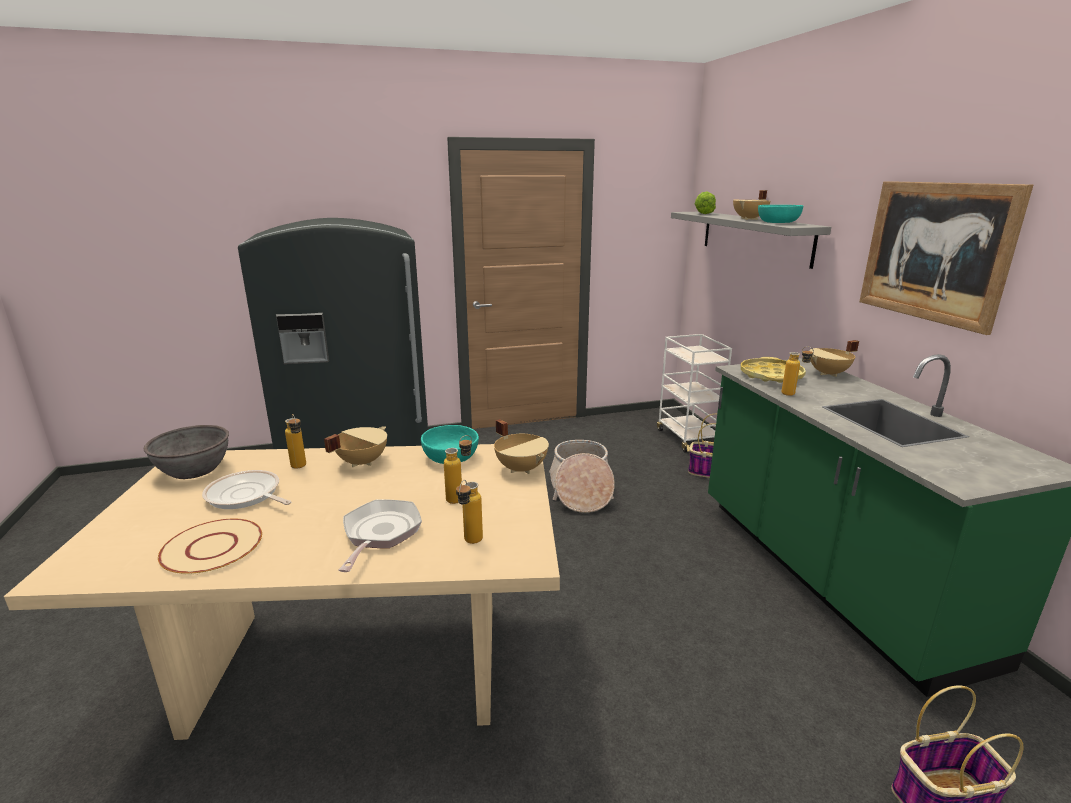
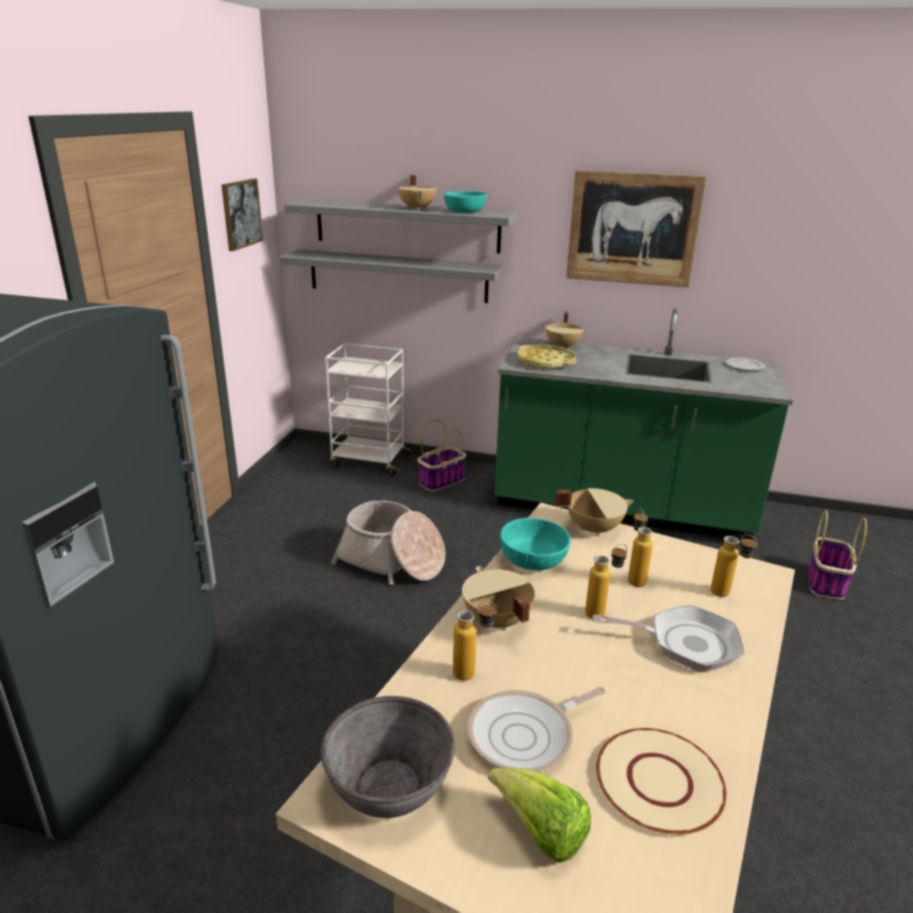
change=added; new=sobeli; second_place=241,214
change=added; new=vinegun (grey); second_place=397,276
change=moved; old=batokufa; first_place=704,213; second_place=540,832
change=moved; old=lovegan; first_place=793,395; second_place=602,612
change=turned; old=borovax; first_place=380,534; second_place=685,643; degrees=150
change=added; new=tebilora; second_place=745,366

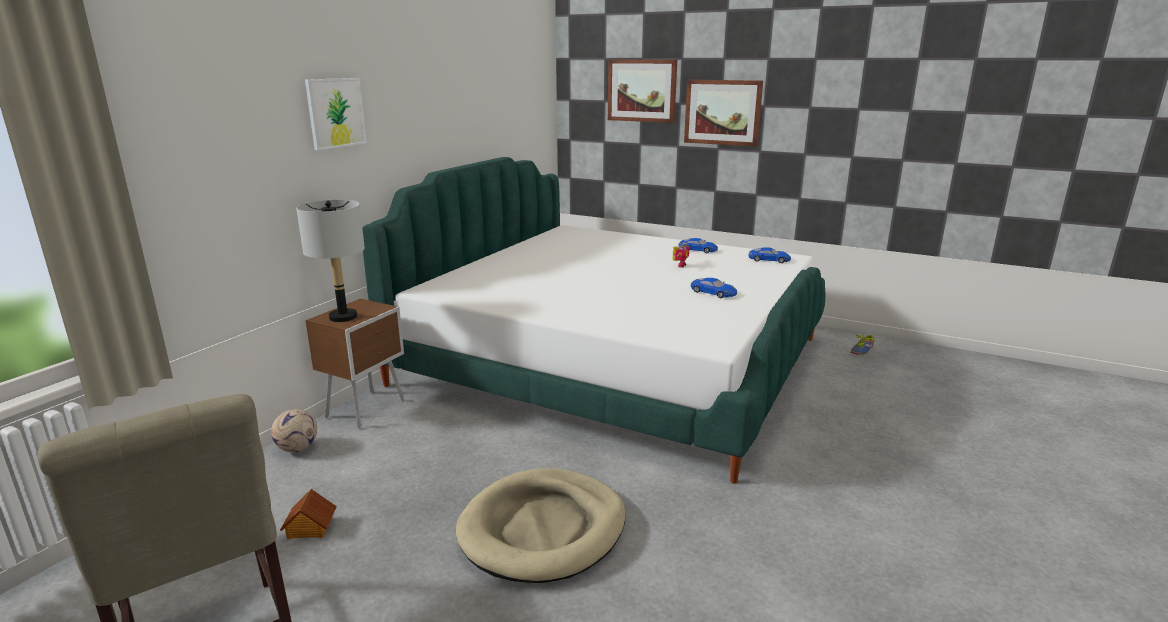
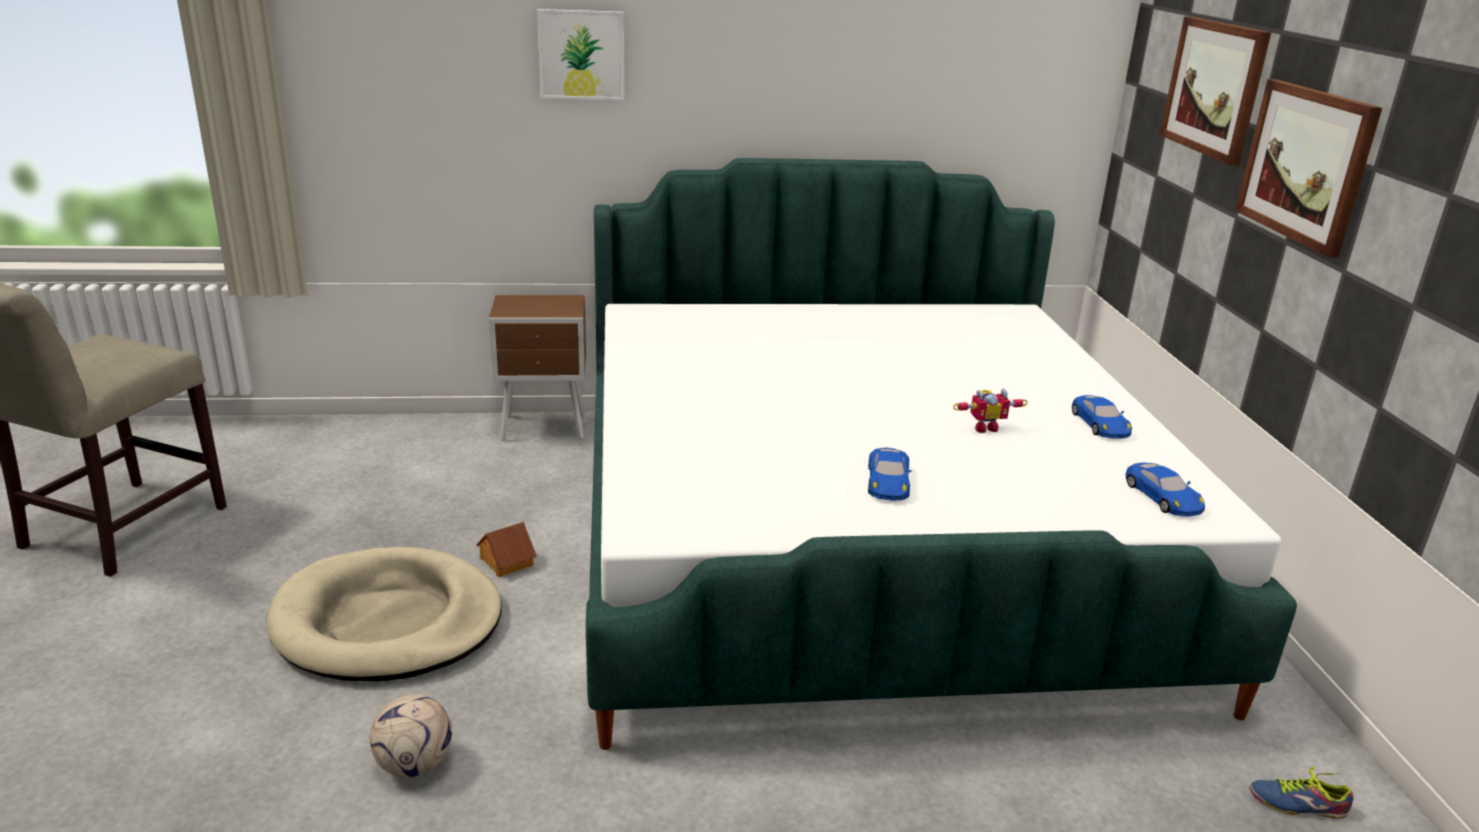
change=moved; old=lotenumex; first_place=297,448; second_place=415,764
change=moved; old=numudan; first_place=309,528; second_place=506,562
change=removed; old=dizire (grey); first_place=343,317

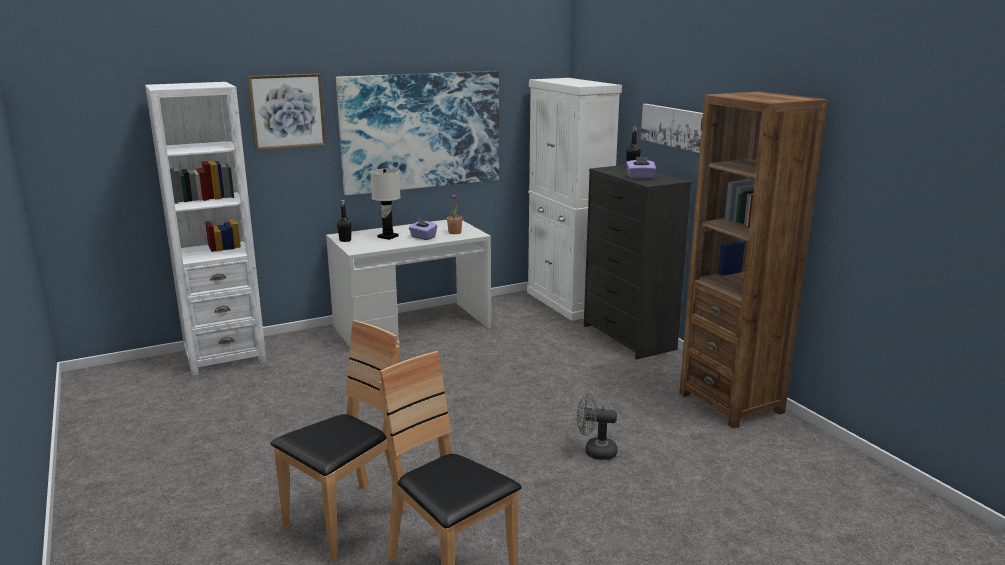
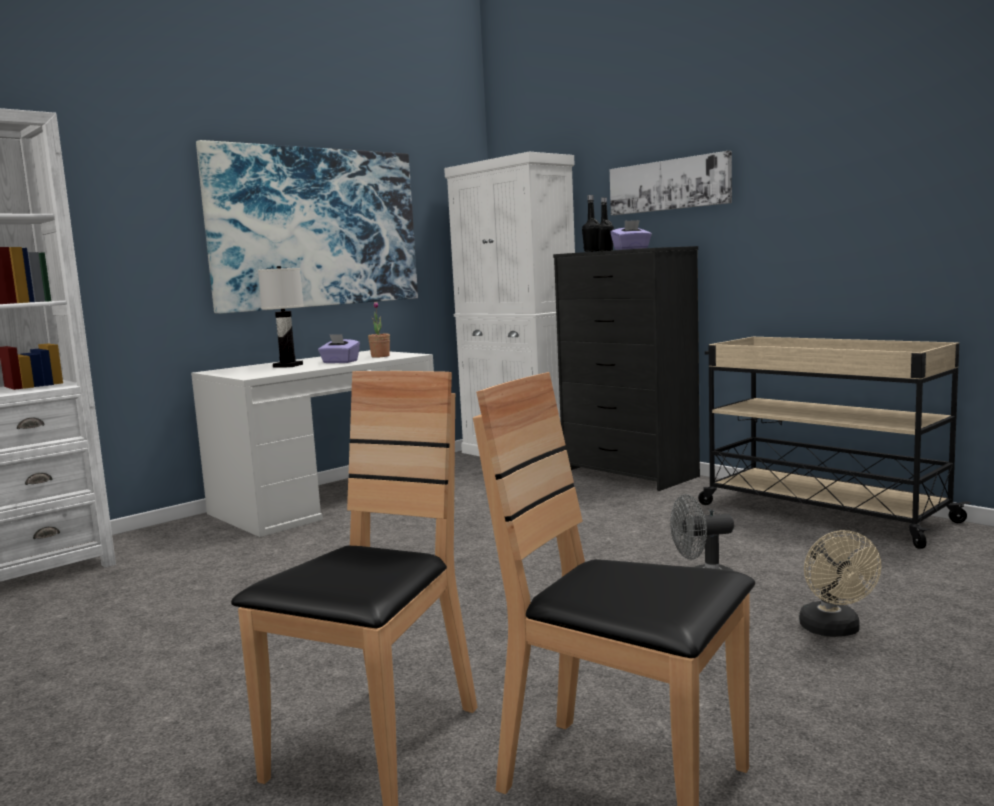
change=moved; old=lovegan (black); first_place=345,240; second_place=592,251
change=replaced; old=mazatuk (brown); new=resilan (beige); first_place=731,403; second_place=820,512
change=added; new=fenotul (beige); second_place=834,630
change=removed; old=sobeli; first_place=287,111

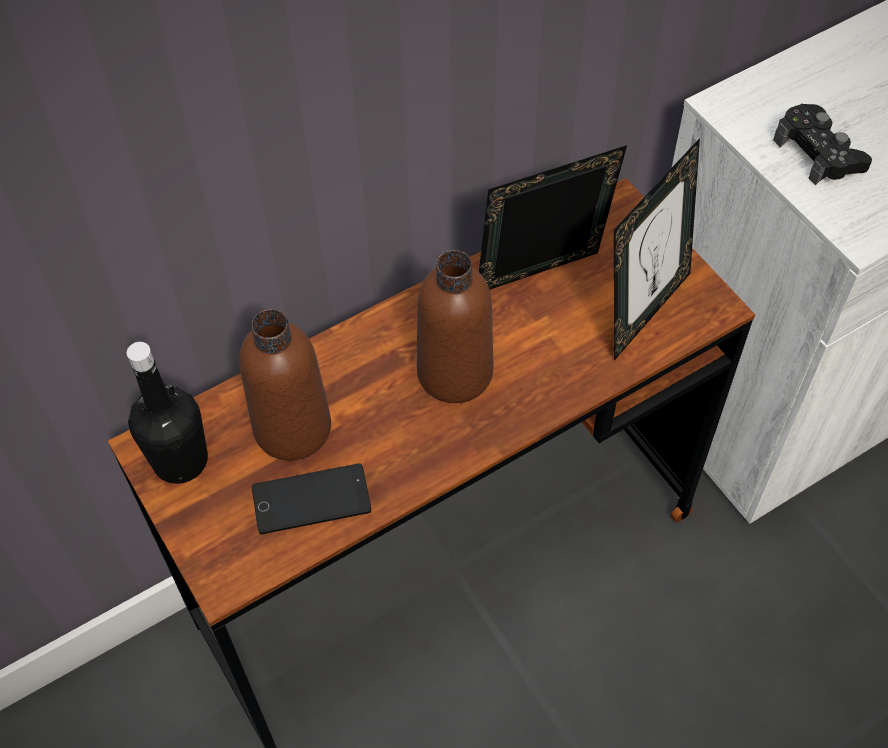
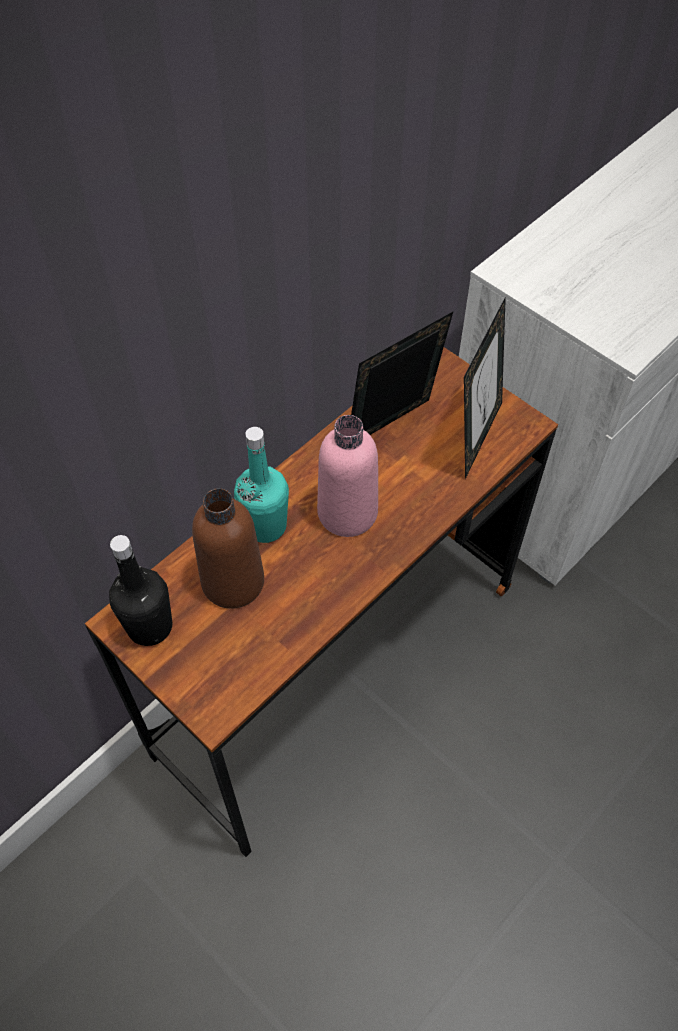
change=added; new=lovegan (turquoise); second_place=265,526
change=recoloured; old=lovegan (brown); new=lovegan (pink); first_place=455,372; second_place=347,512
change=removed; old=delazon; first_place=311,499
change=removed; old=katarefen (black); first_place=818,153

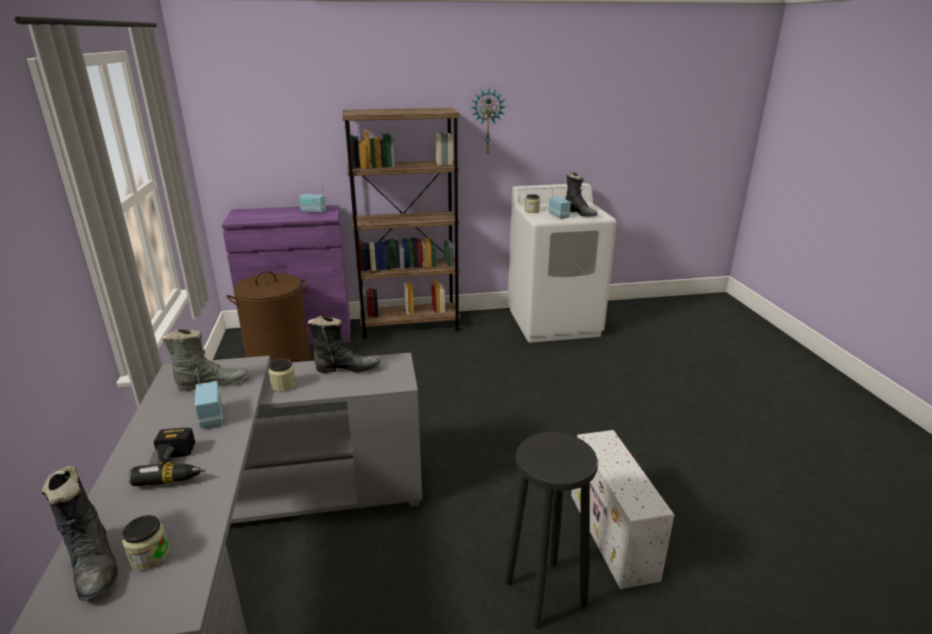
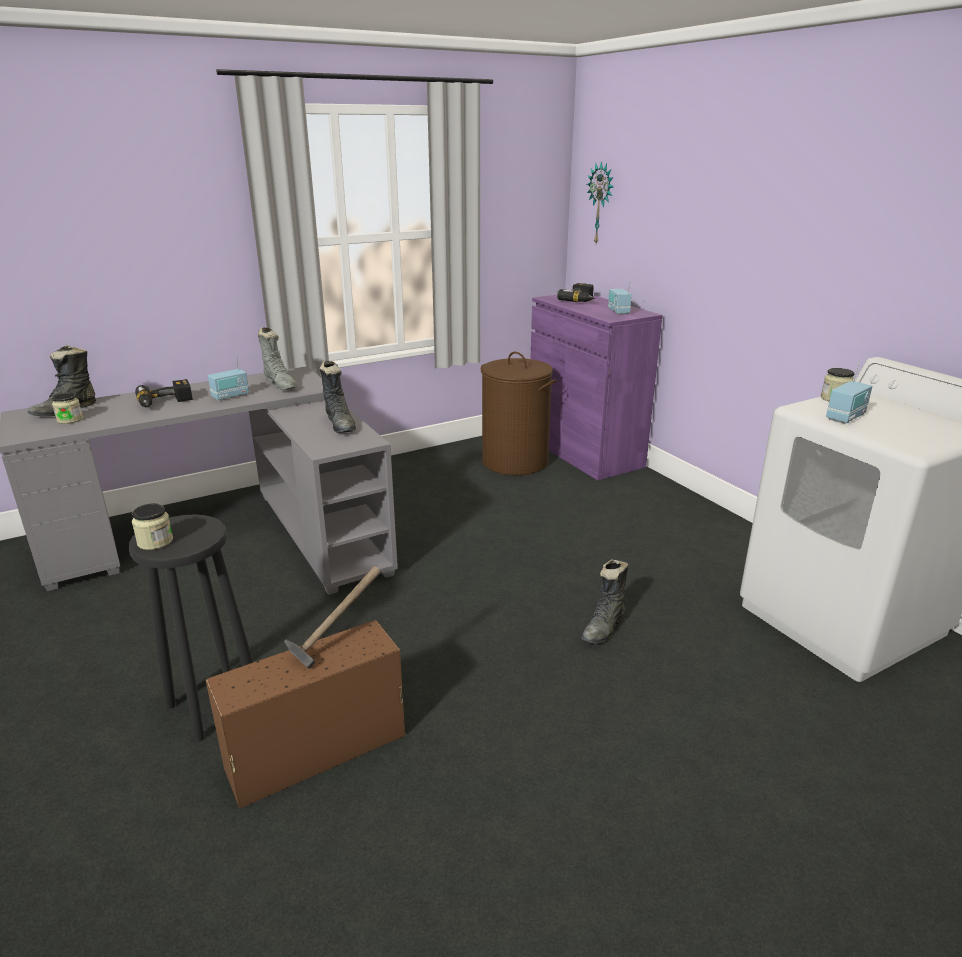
change=moved; old=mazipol; first_place=283,385; second_place=155,541
change=recoloured; old=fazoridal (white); new=fazoridal (brown); first_place=613,536; second_place=314,753
change=added; new=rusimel; second_place=335,644
change=added; new=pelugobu; second_place=581,300
change=moved; old=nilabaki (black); first_place=580,213; second_place=604,628
change=moved; old=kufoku; first_place=487,122; second_place=601,204
change=removed; old=mazatuk (brown); first_place=409,325

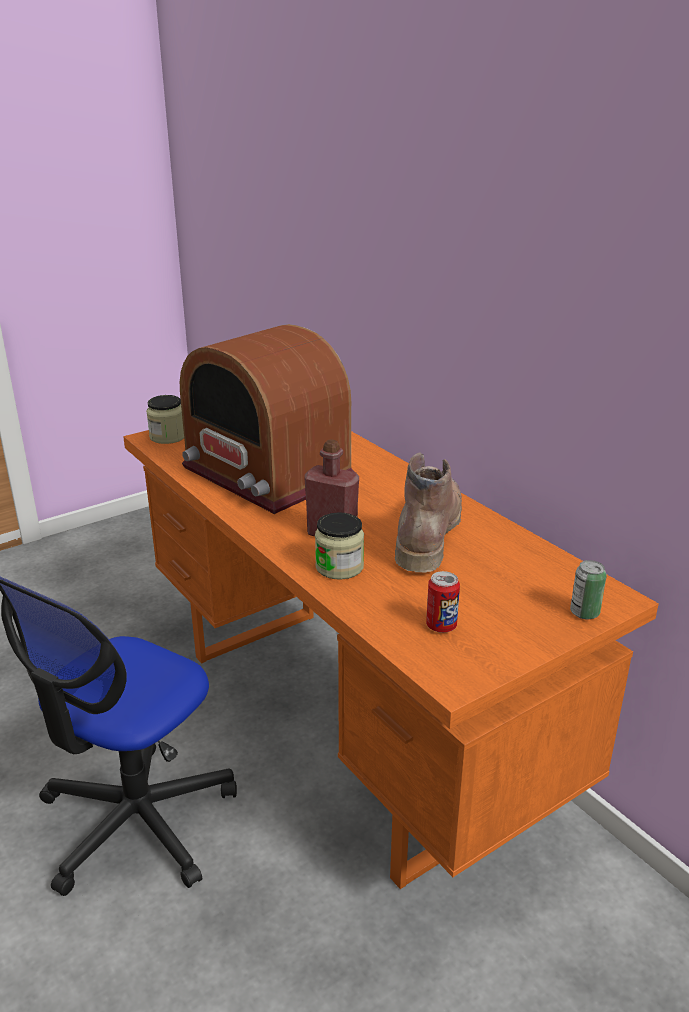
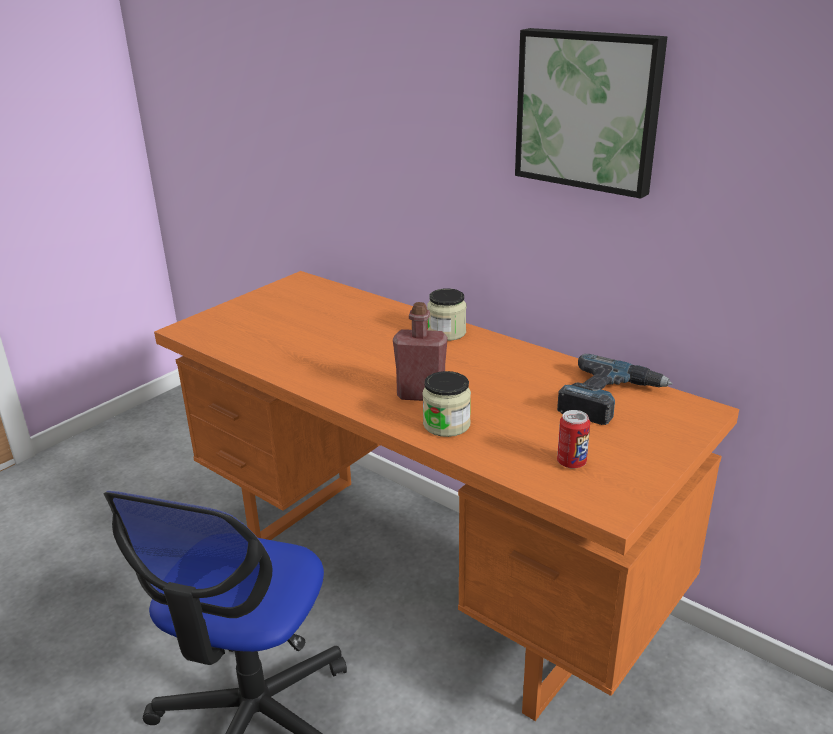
change=moved; old=mazipol; first_place=168,437; second_place=446,332
change=added; new=sobeli; second_place=589,110
change=added; new=pelugobu; second_place=609,399
change=removed; old=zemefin; first_place=267,473
change=removed; old=nilabaki (brown); first_place=427,531
change=removed; old=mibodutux; first_place=584,613

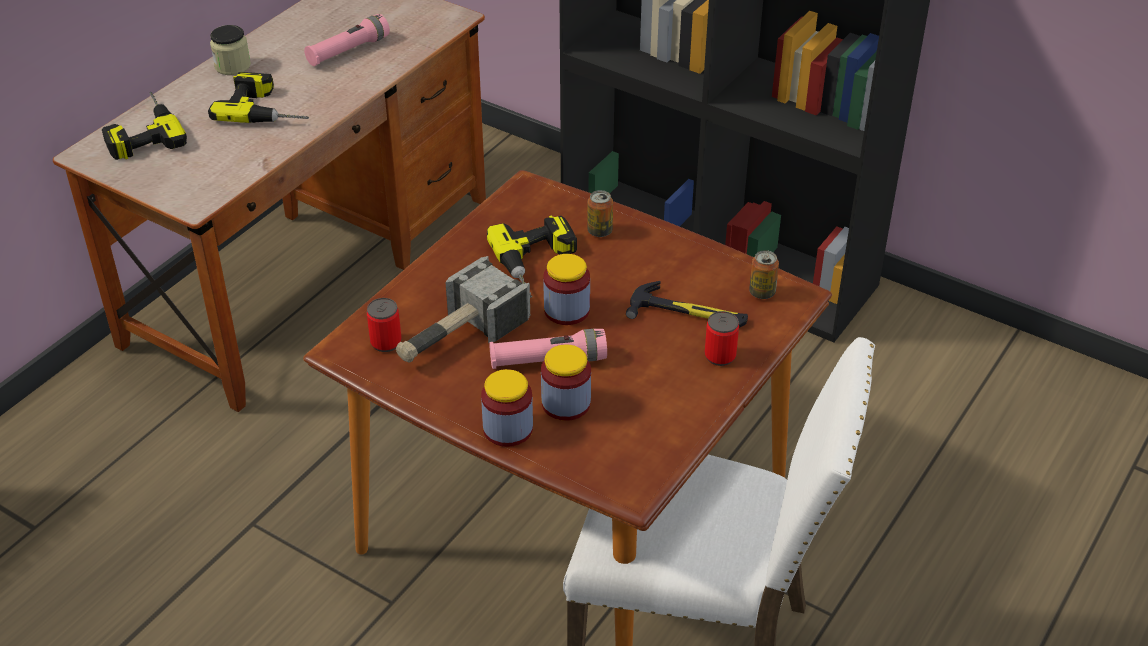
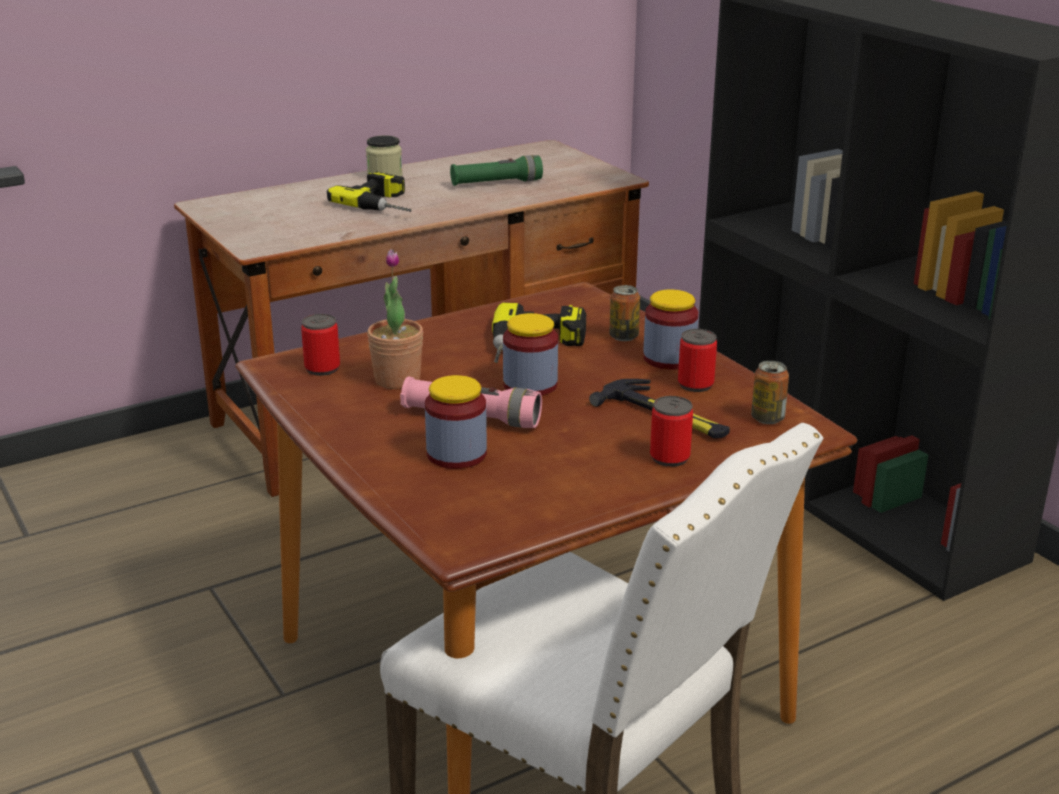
change=replaced; old=rusimel; new=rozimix; first_place=458,336; second_place=397,380
change=recoloured; old=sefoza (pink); new=sefoza (green); first_place=348,51; second_place=496,183
change=moved; old=mazipol; first_place=508,429; second_place=669,359
change=added; new=mibodutux; second_place=695,384
change=removed; old=pelugobu; first_place=140,131

